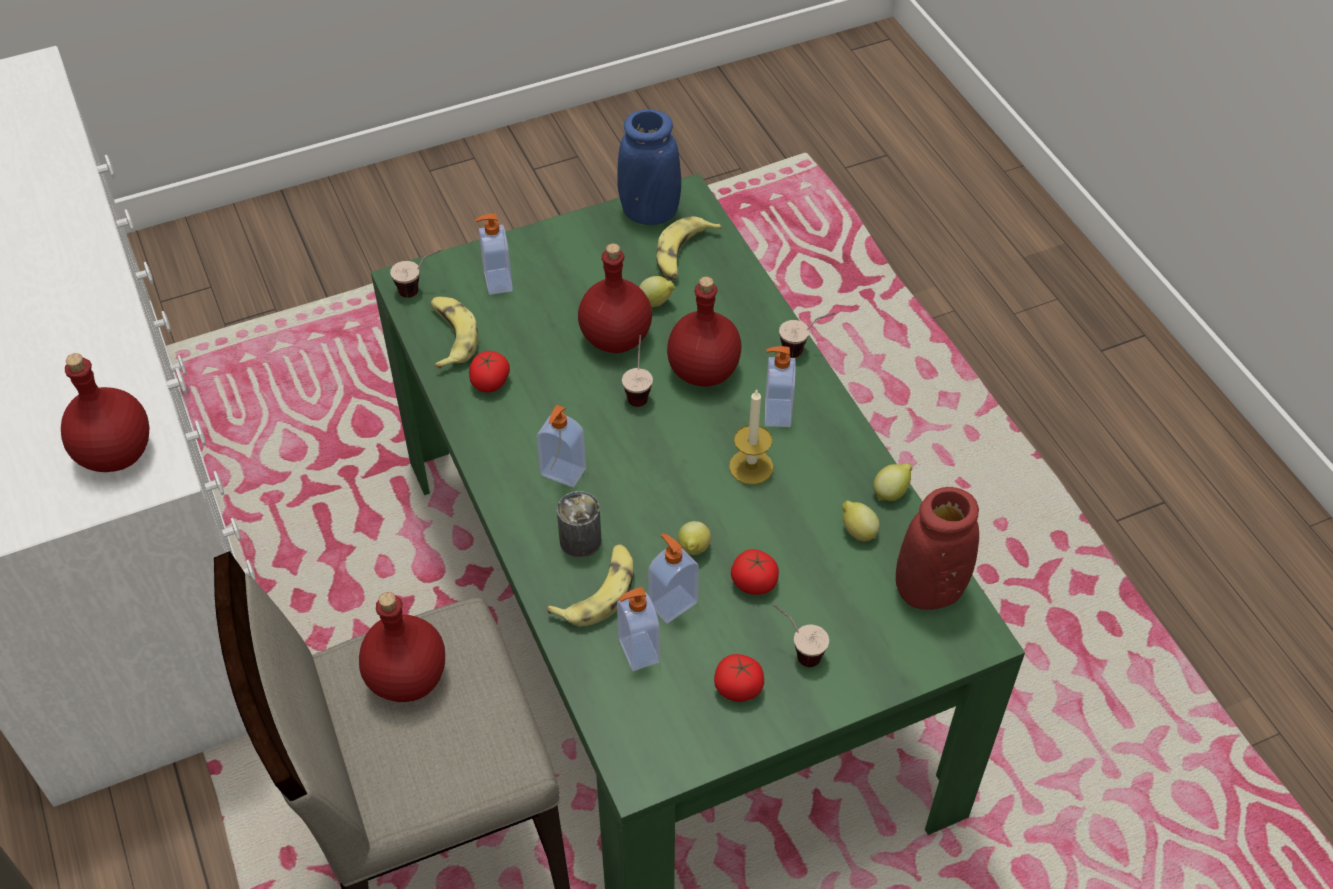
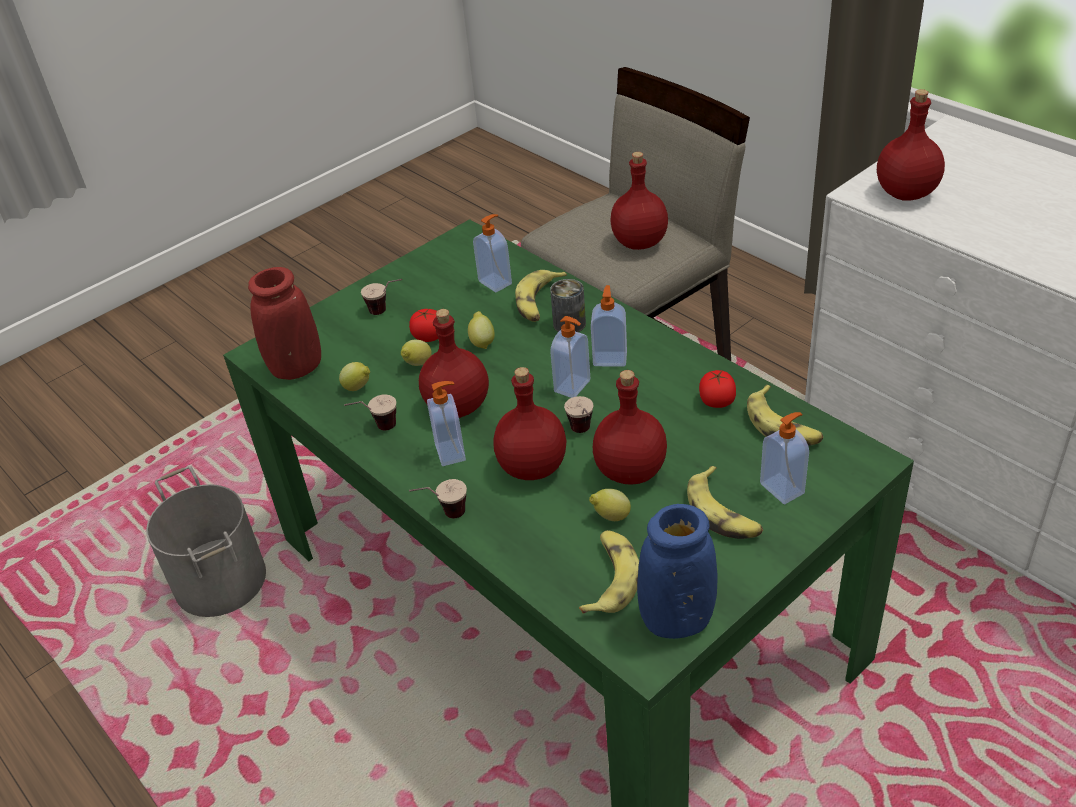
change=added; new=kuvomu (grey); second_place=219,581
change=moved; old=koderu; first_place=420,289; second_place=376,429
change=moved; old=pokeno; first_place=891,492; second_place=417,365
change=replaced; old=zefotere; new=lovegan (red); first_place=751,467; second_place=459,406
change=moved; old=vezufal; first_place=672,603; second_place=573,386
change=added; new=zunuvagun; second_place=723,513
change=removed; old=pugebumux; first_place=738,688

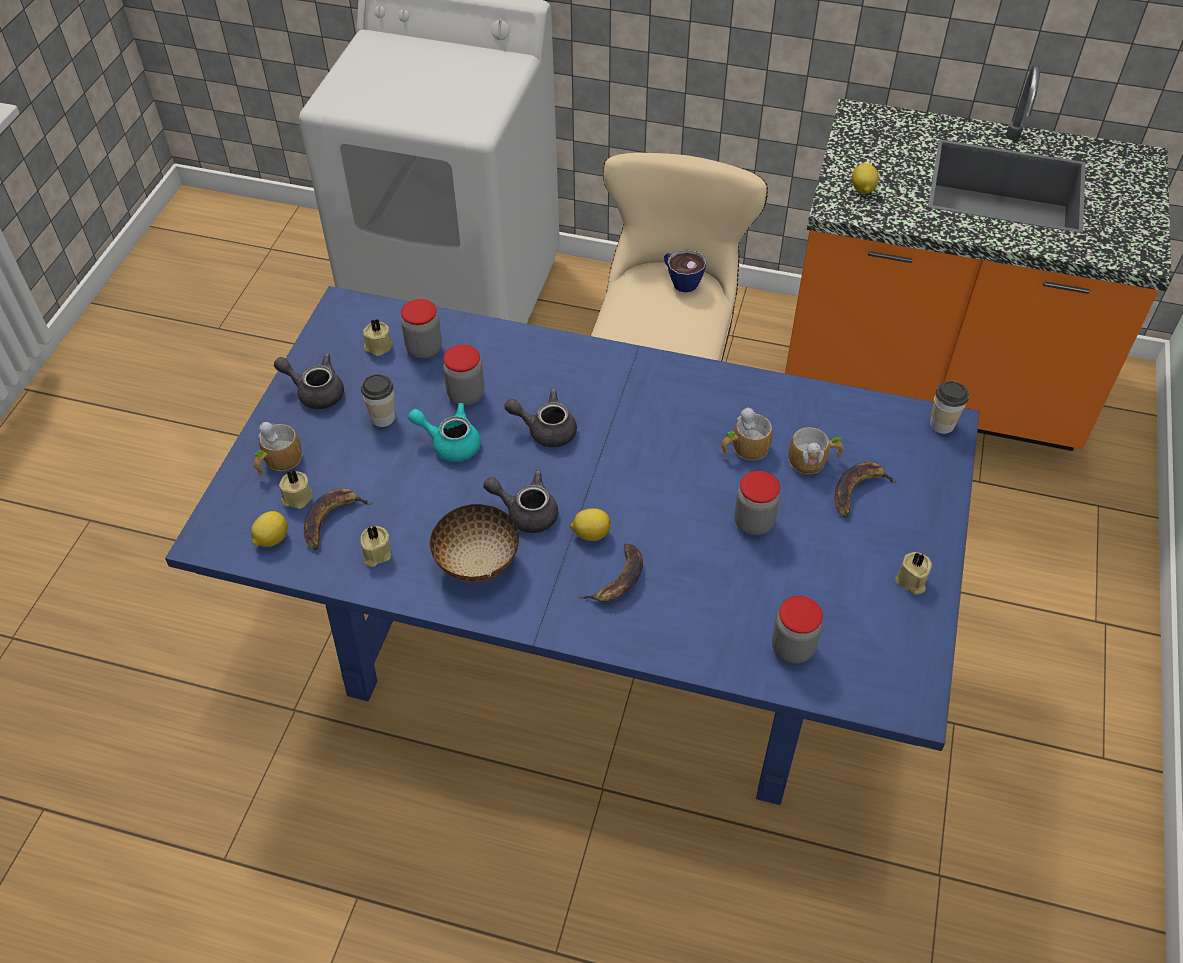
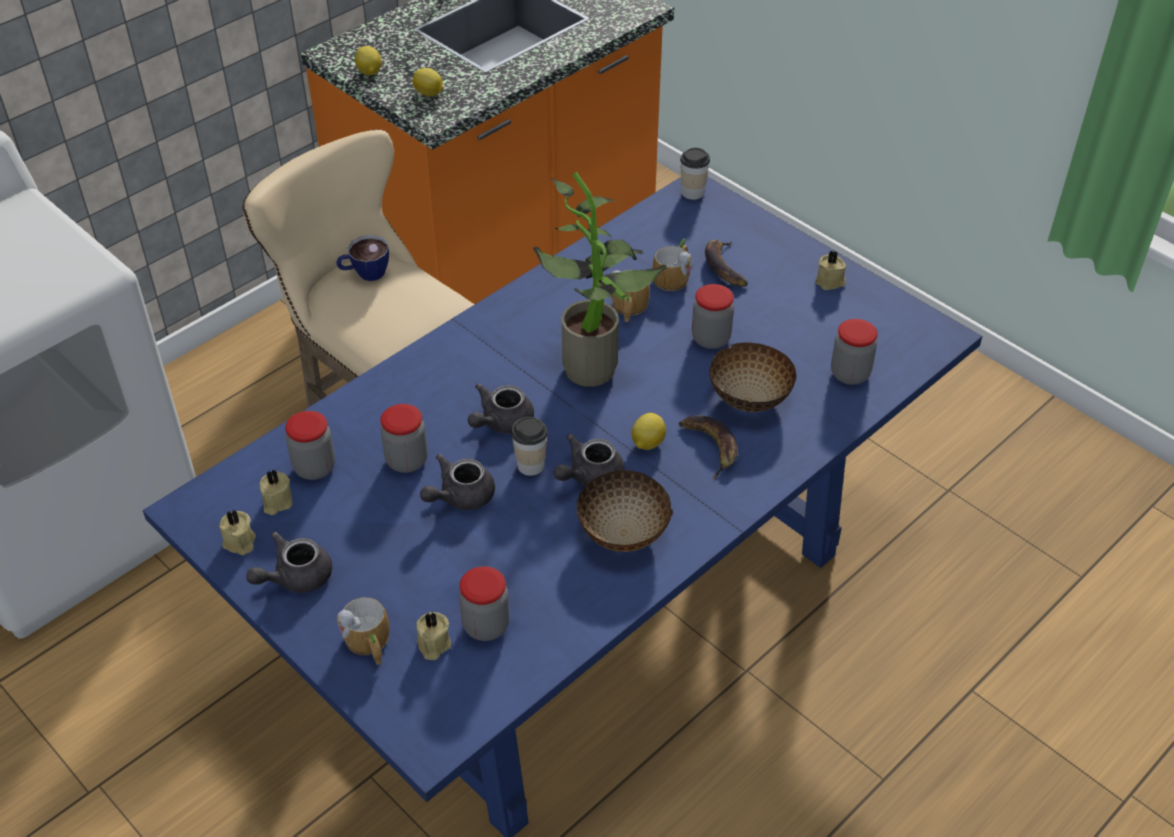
change=moved; old=zefotere (beige); first_place=376,554; second_place=239,543
change=moved; old=pokeno; first_place=271,539; second_place=369,72
change=recoloured; old=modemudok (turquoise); new=modemudok (grey); first_place=450,443; second_place=460,496
change=replaced; old=zunuvagun; new=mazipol; first_place=332,520; second_place=486,625
change=moved; old=koderu; first_place=383,418; second_place=530,465
change=added; new=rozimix; second_place=597,365
change=added; new=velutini; second_place=750,399

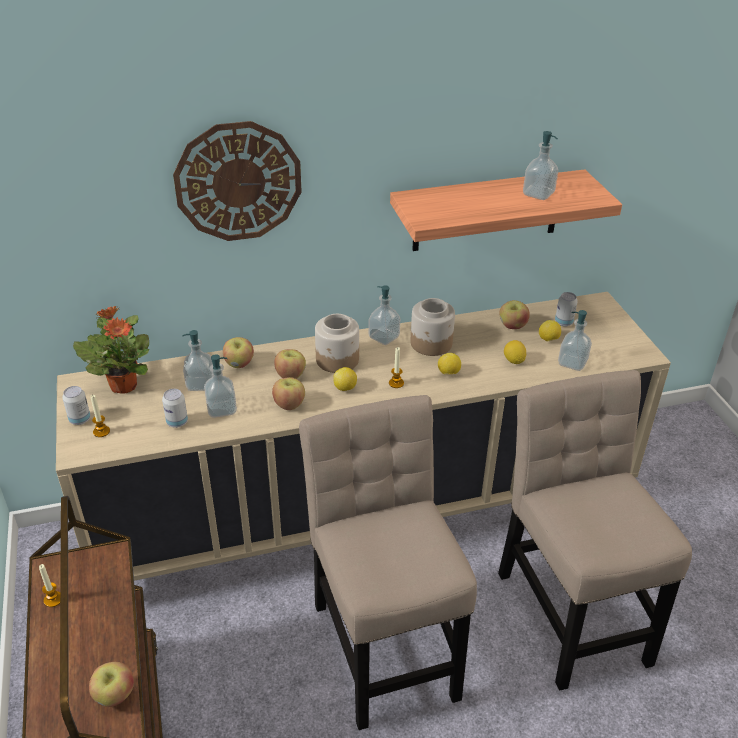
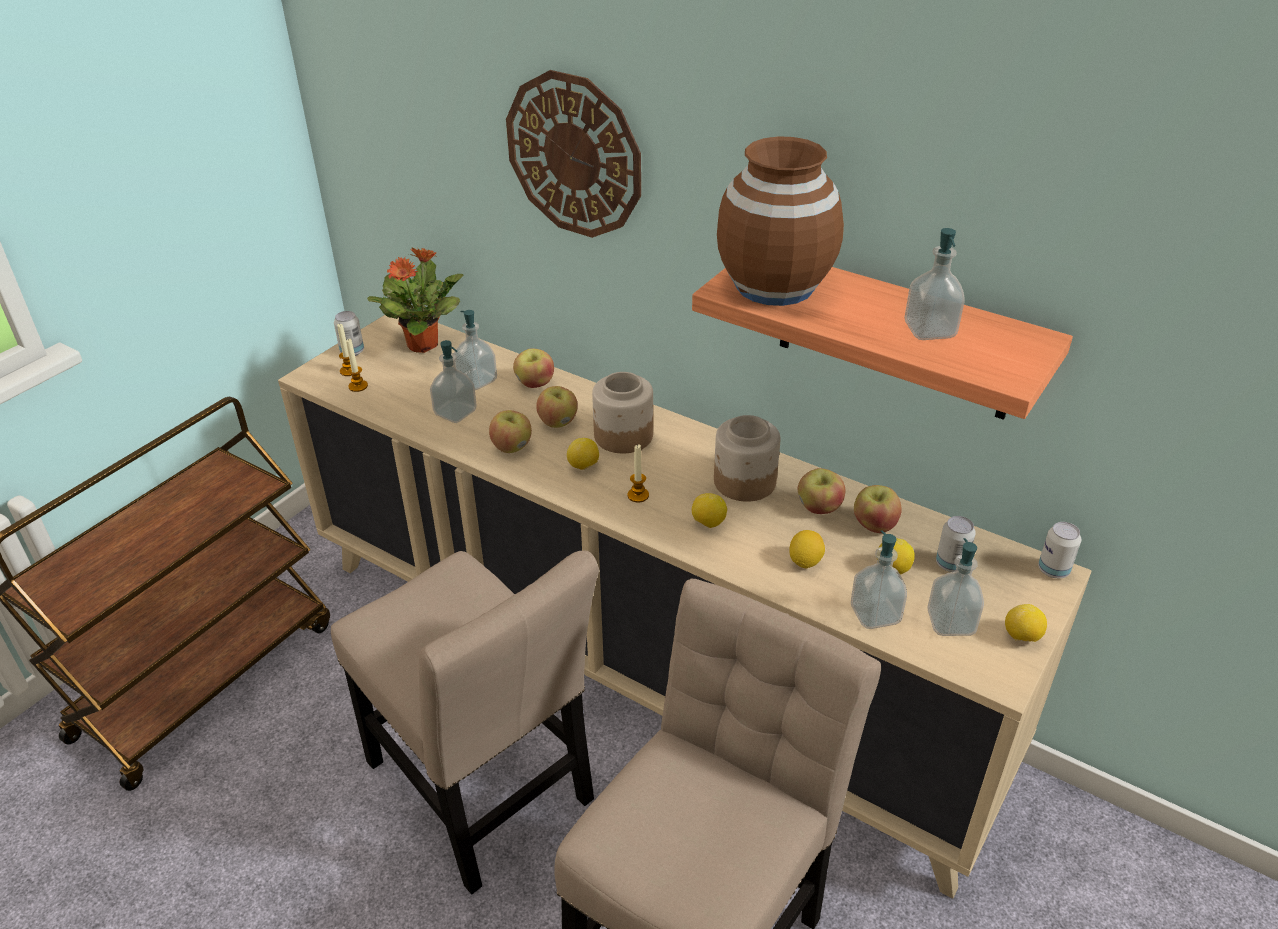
change=turned; old=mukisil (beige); first_place=384,641; second_place=484,791; degrees=105
change=moved; old=zefotere; first_place=53,599; second_place=358,386
change=added; new=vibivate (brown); second_place=774,286
change=moved; old=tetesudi; first_place=115,695; second_place=819,508
change=moved; old=vezufal; first_place=384,337; second_place=950,623
change=added; new=pokeno; second_place=1021,637
change=moved; old=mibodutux; first_place=177,422; second_place=1053,570

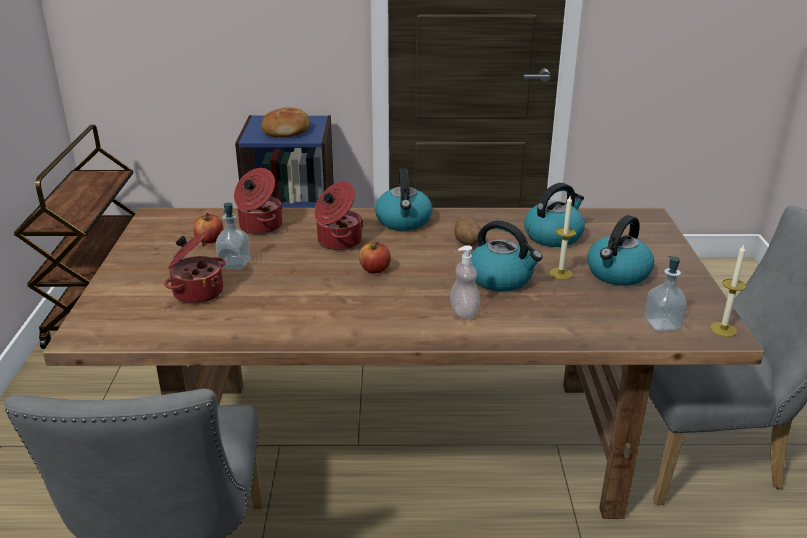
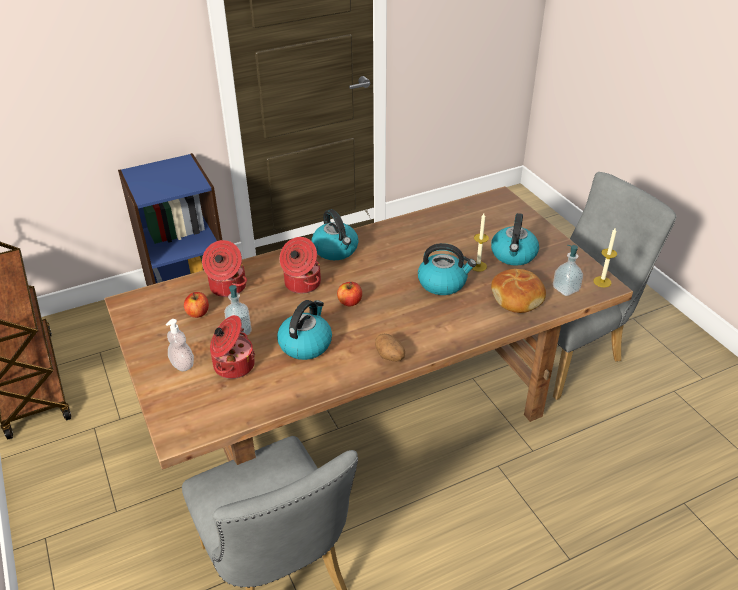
change=moved; old=vezufal; first_place=464,312; second_place=182,364
change=moved; old=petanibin; first_place=553,236; second_place=305,344
change=moved; old=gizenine; first_place=467,243; second_place=390,356
change=moved; old=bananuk; first_place=286,131; second_place=517,297

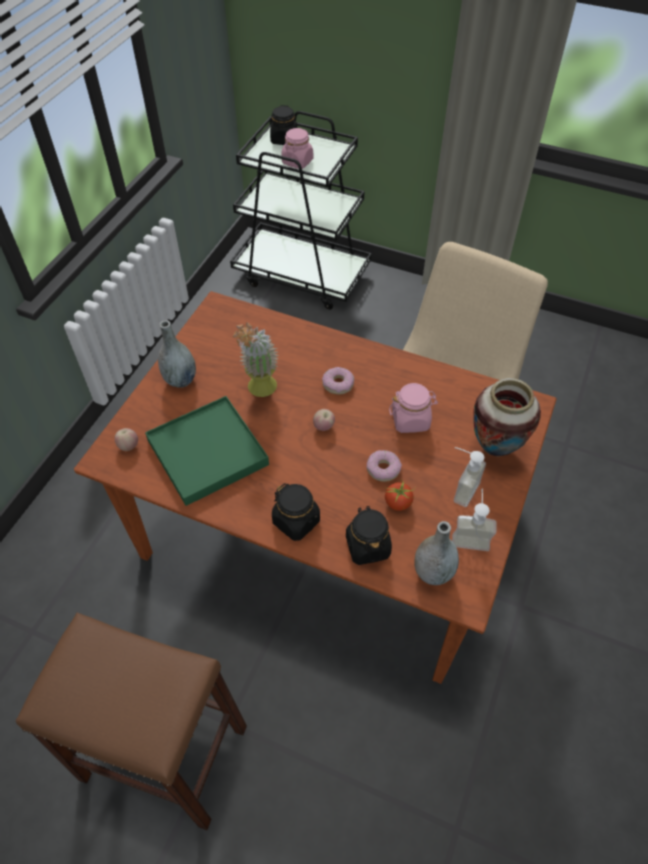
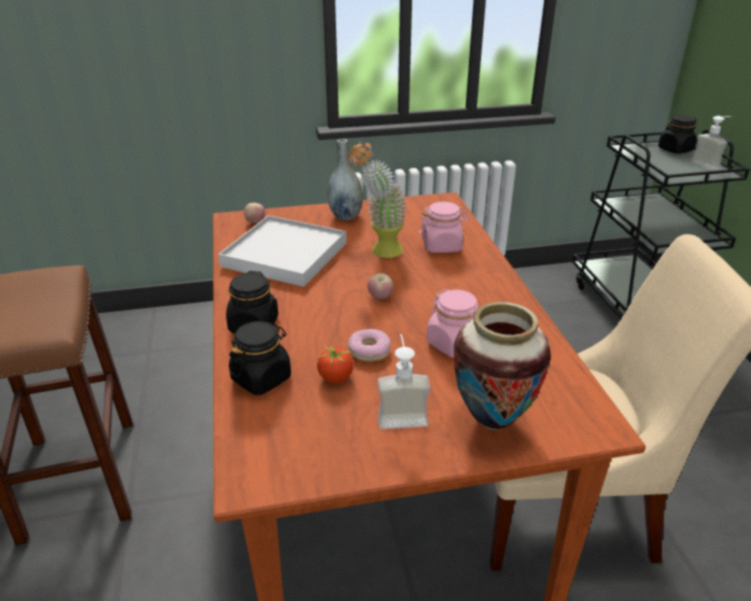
change=recoloured; old=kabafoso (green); new=kabafoso (white); first_place=208,452; second_place=285,255
change=moved; old=mazipol (pink); first_place=297,161; second_place=442,246
change=moved; old=vezufal; first_place=470,536; second_place=709,165
change=removed; old=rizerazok; first_place=338,384
change=removed; old=vibivate (grey); first_place=433,572

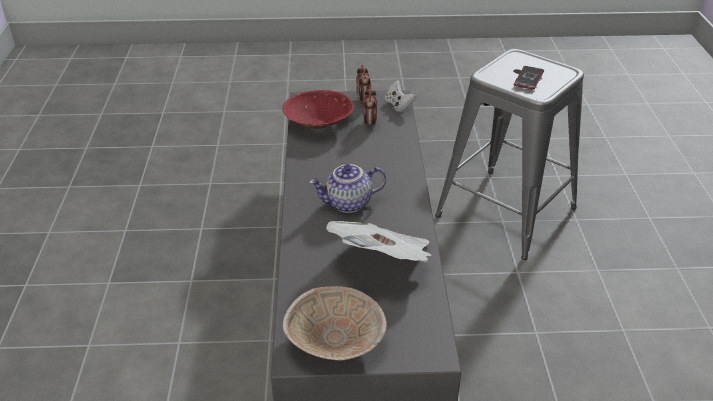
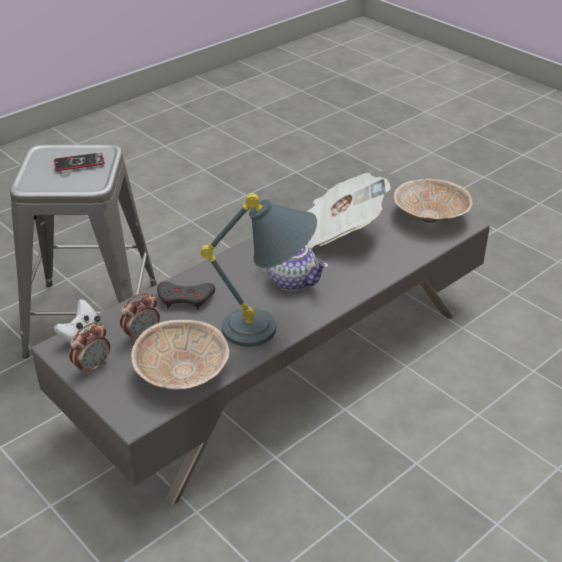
change=recoloured; old=velutini (red); new=velutini (beige); first_place=317,123; second_place=182,373
change=added; new=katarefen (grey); second_place=185,298
change=added; new=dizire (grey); second_place=269,330

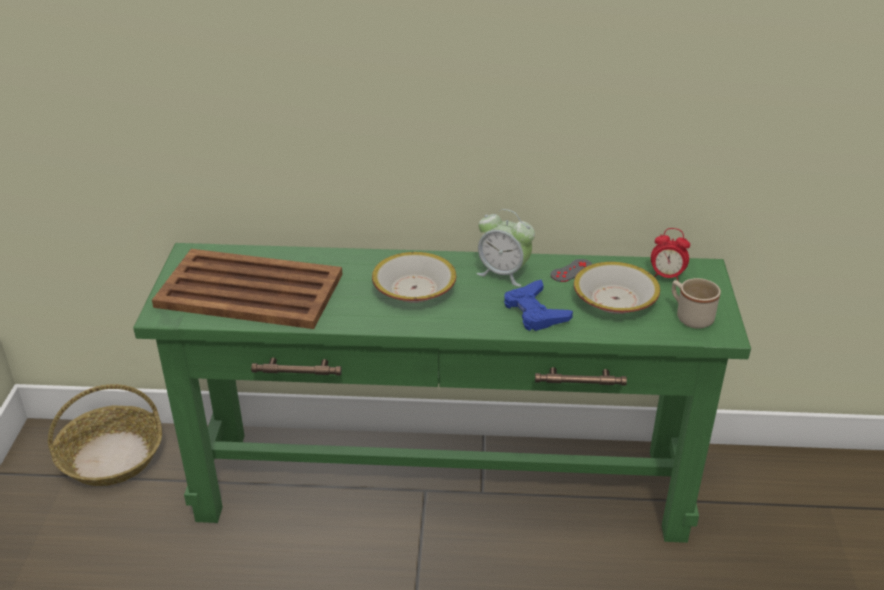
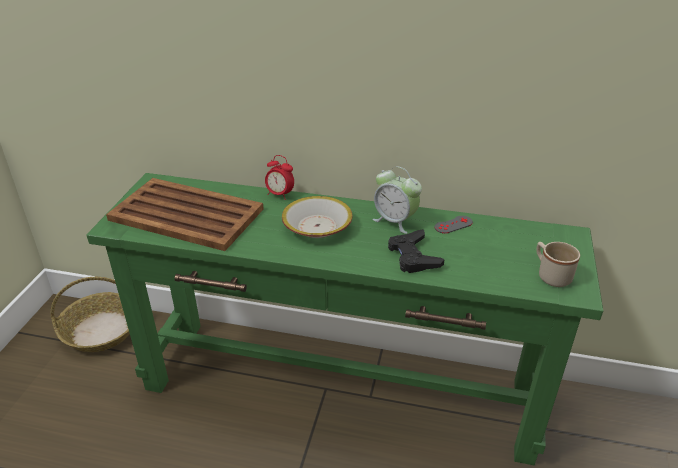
change=moved; old=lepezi; first_place=666,277; second_place=280,195
change=recoloured; old=katarefen (blue); new=katarefen (black); first_place=535,312; second_place=413,256
change=removed; old=velutini; first_place=615,300

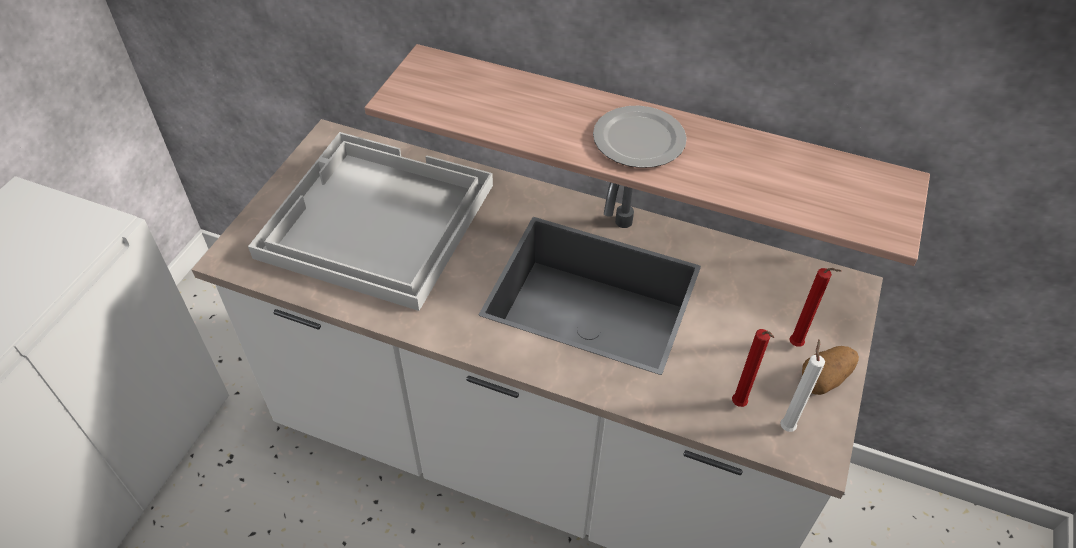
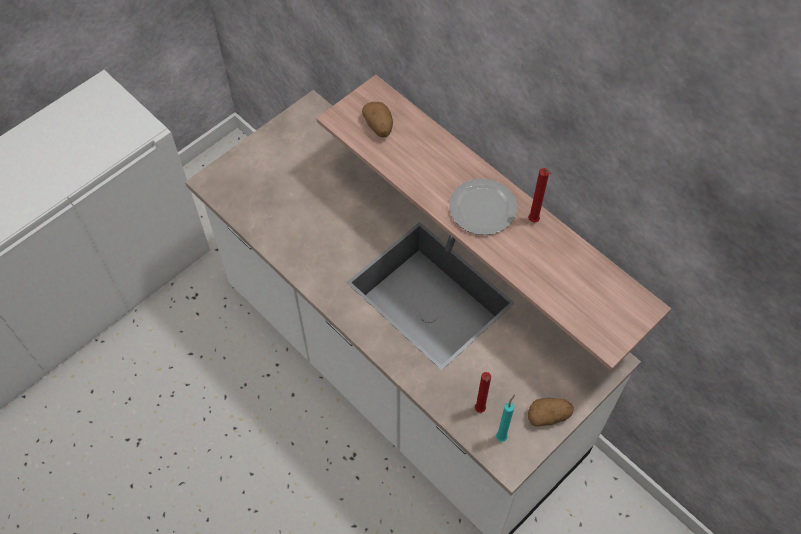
change=added; new=gizenine; second_place=379,126
change=recoloured; old=zefotere (white); new=zefotere (turquoise); first_place=786,425; second_place=502,436
change=moved; old=zefotere (red); first_place=797,345; second_place=534,222
change=removed; old=kabafoso (white); first_place=374,221

